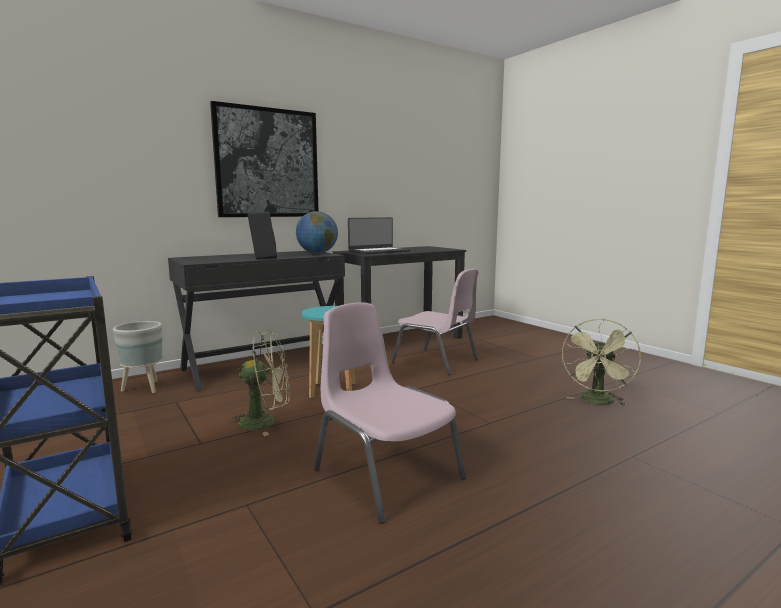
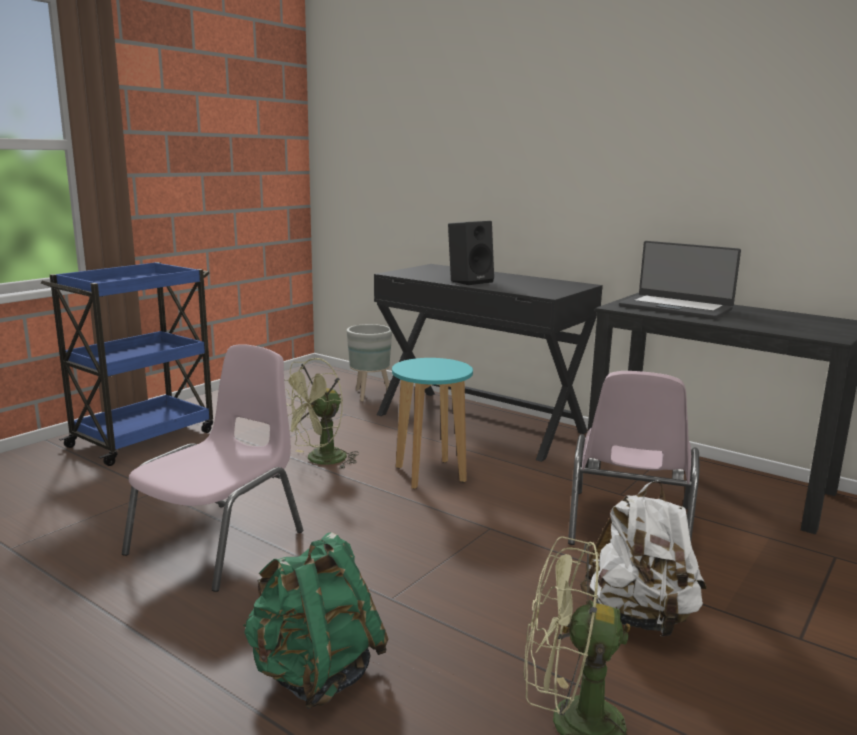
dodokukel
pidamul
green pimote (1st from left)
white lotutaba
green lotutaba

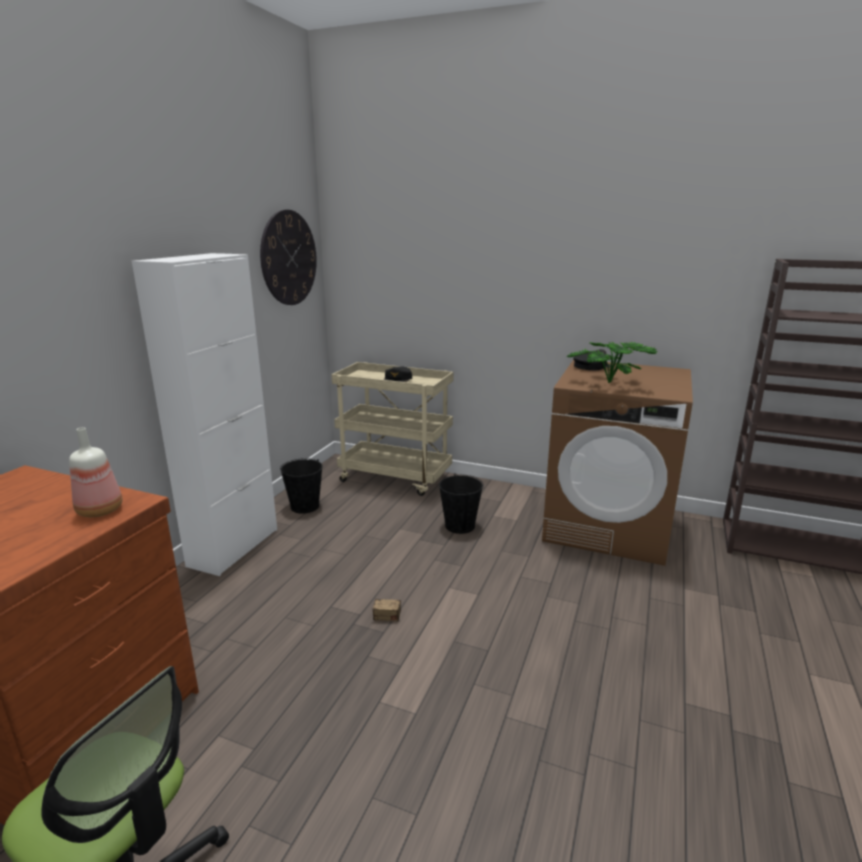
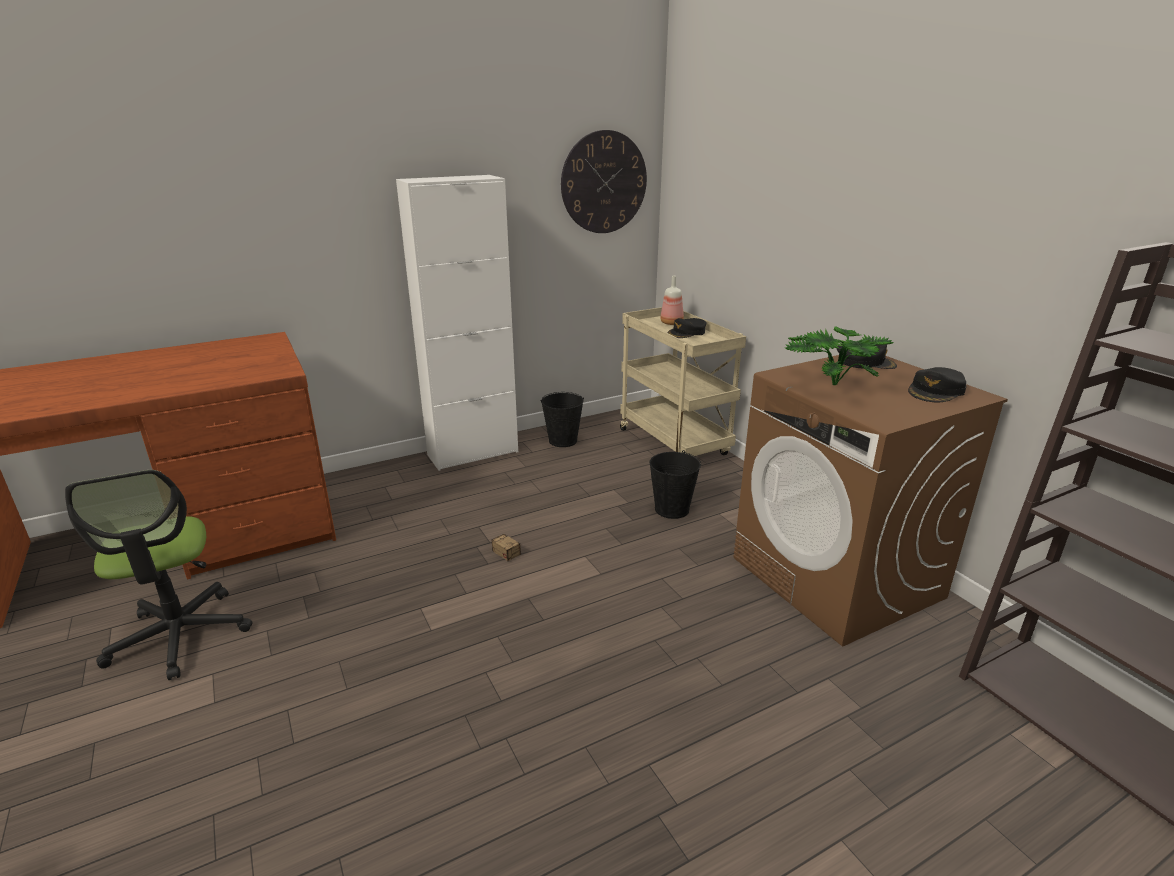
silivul
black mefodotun (3rd from left)

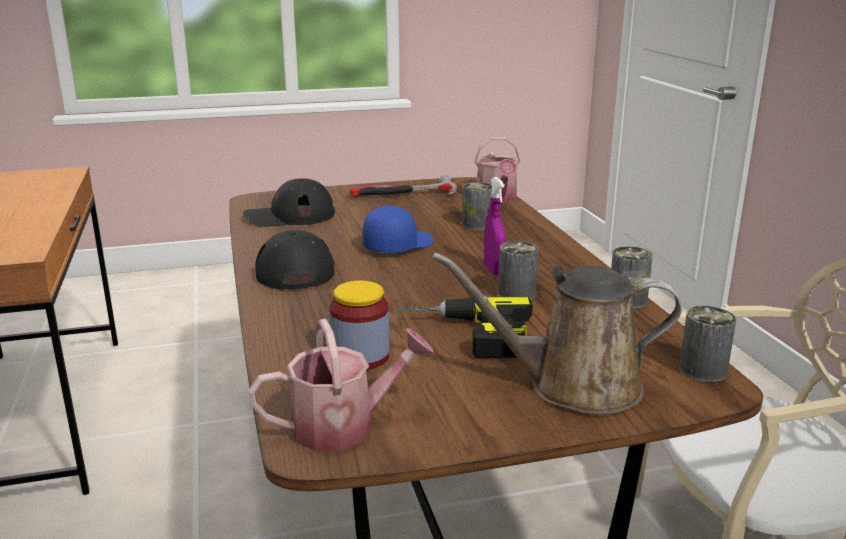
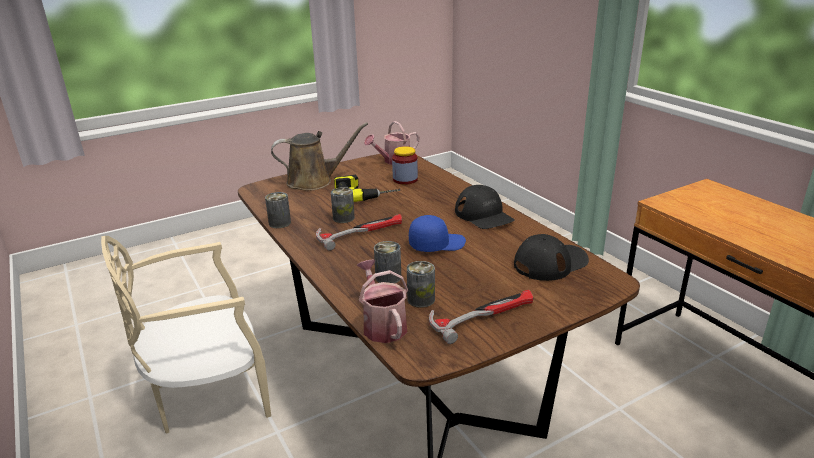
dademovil (1st from left)
blue mefodotun
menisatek (4th from left)

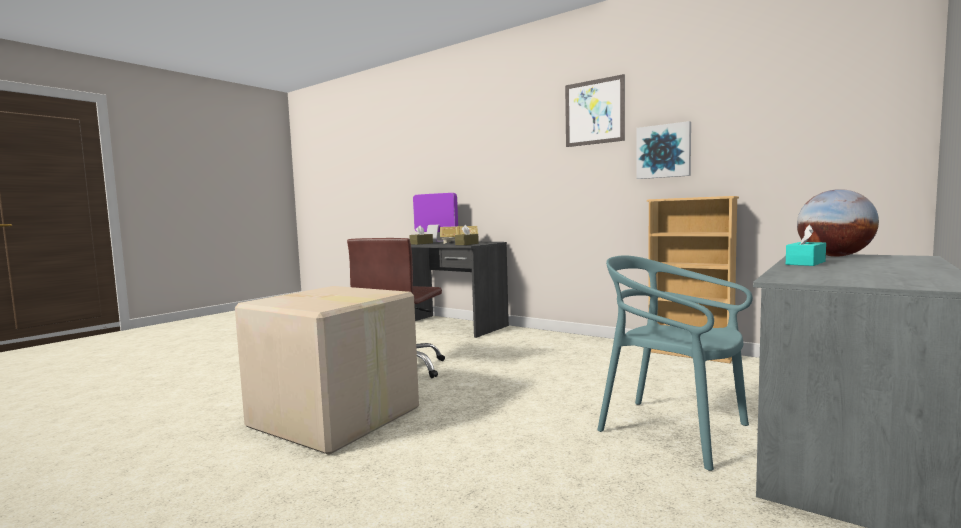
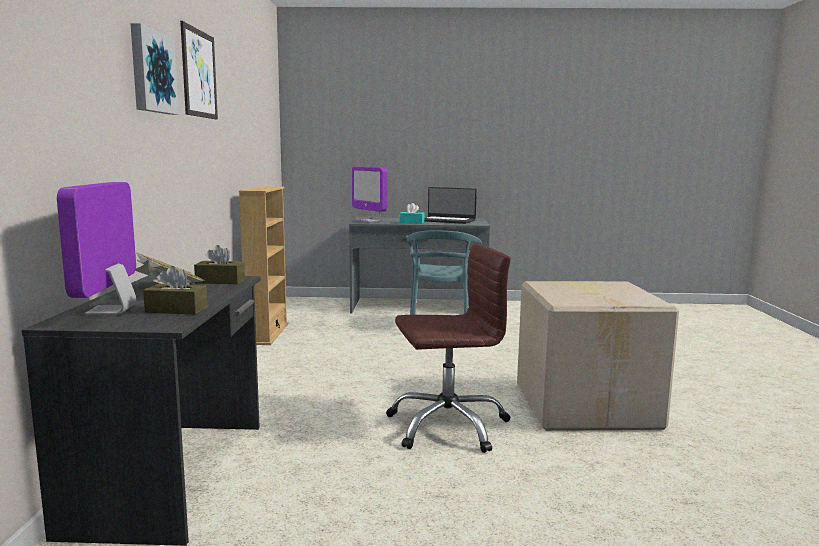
dodokukel (1st from left)
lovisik (2nd from left)
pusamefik

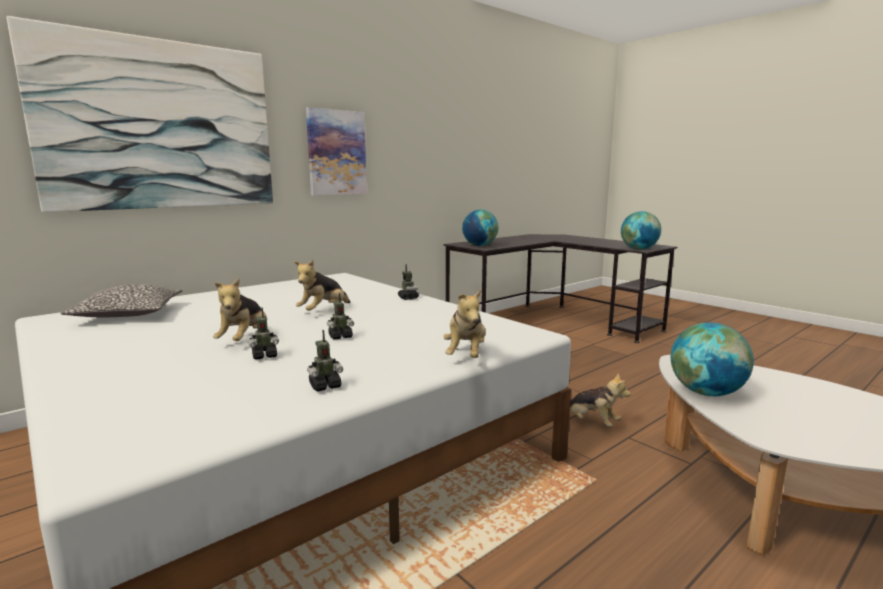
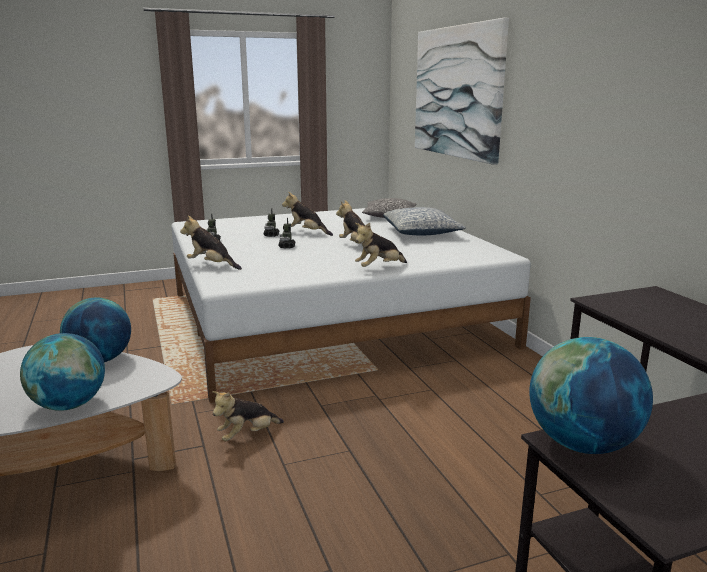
dodokukel (2nd from left in the first image)
pidamul (1st from left)
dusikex (5th from left)
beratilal (2nd from left)

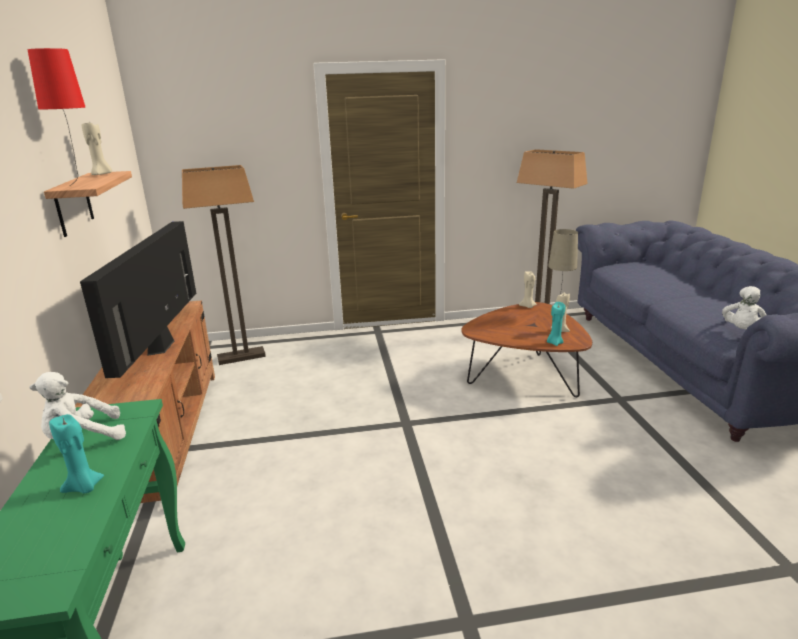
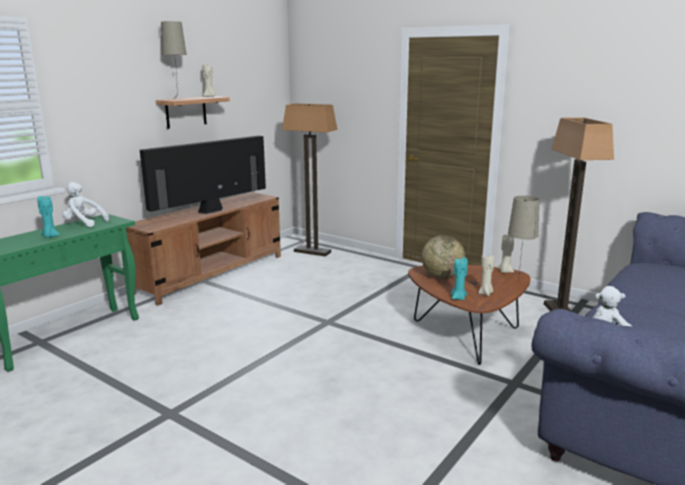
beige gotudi (1st from left)
pidamul

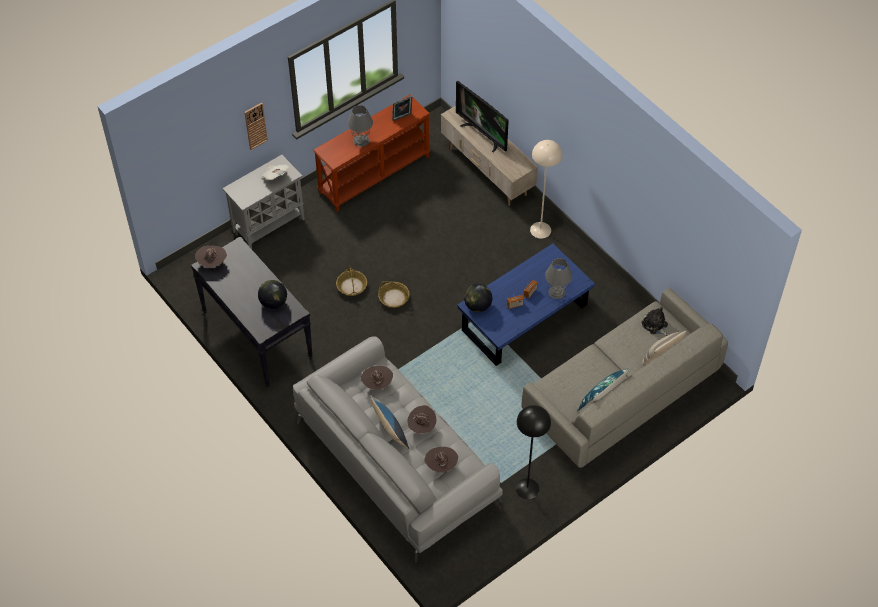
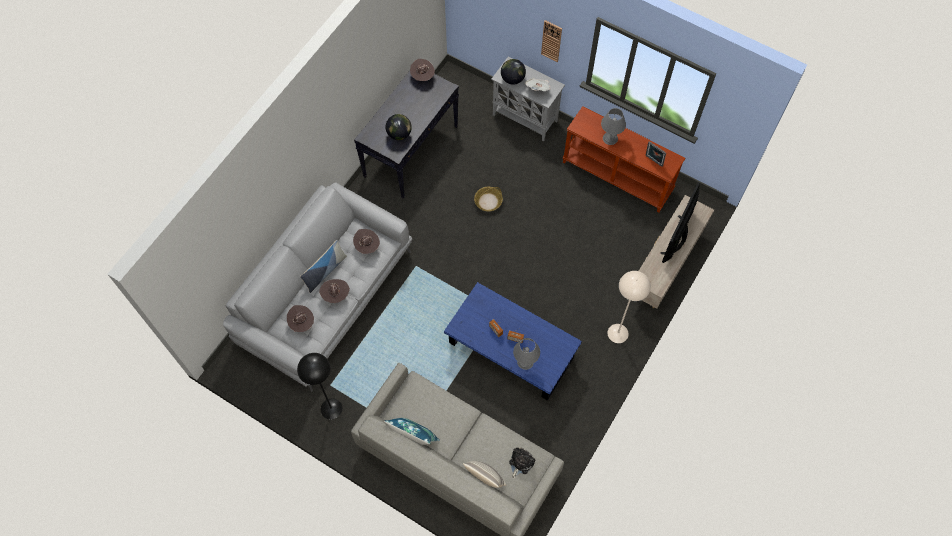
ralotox (2nd from left in the first image)
pidamul (2nd from left)

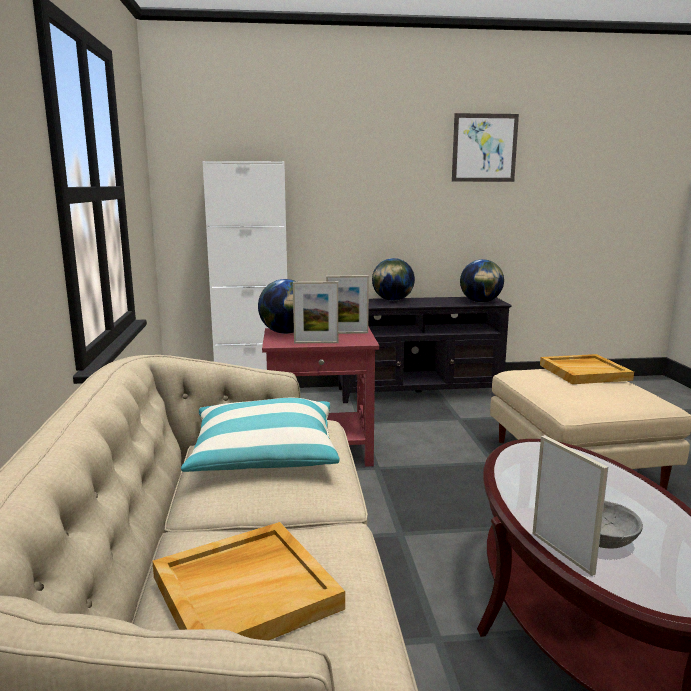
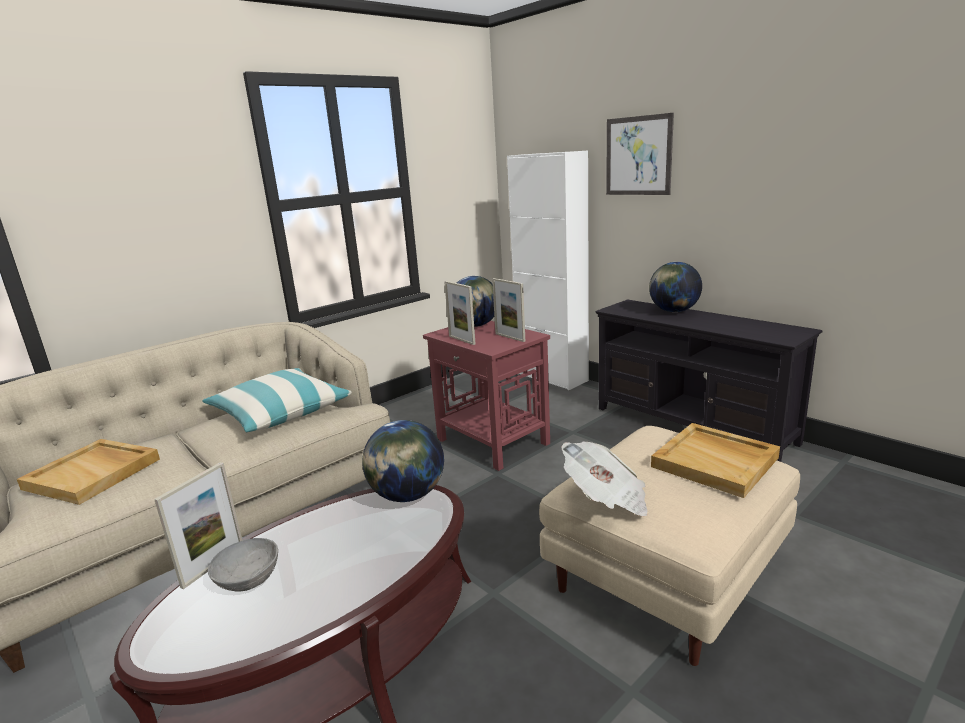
dodokukel
pidamul (1st from left)
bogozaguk

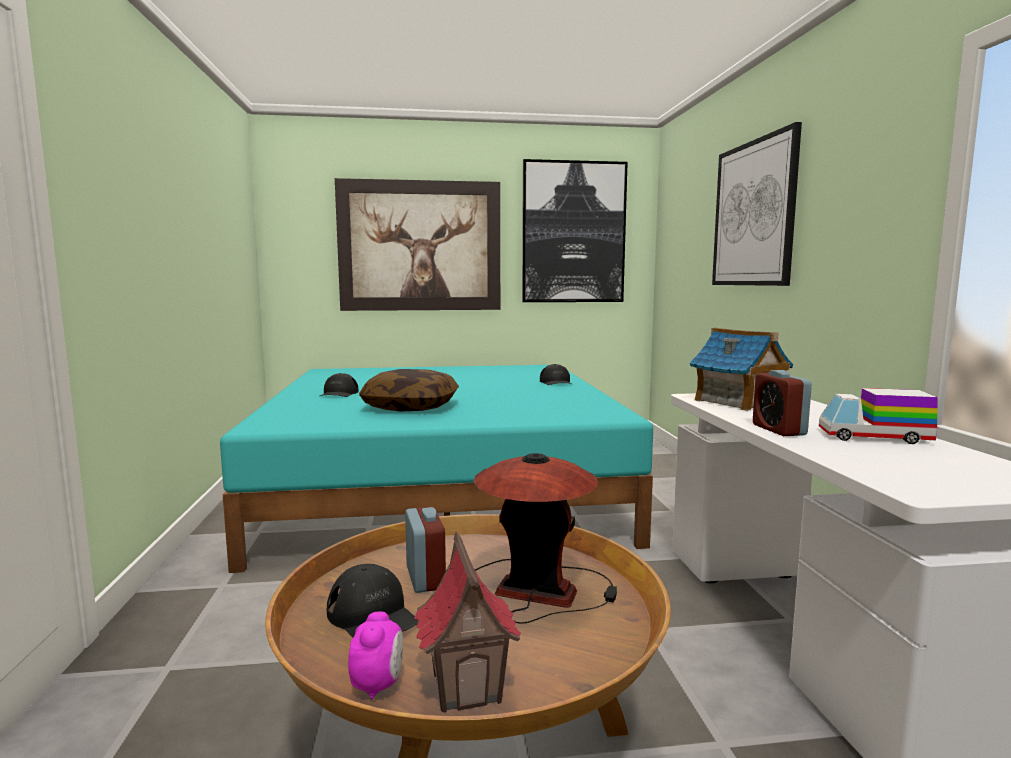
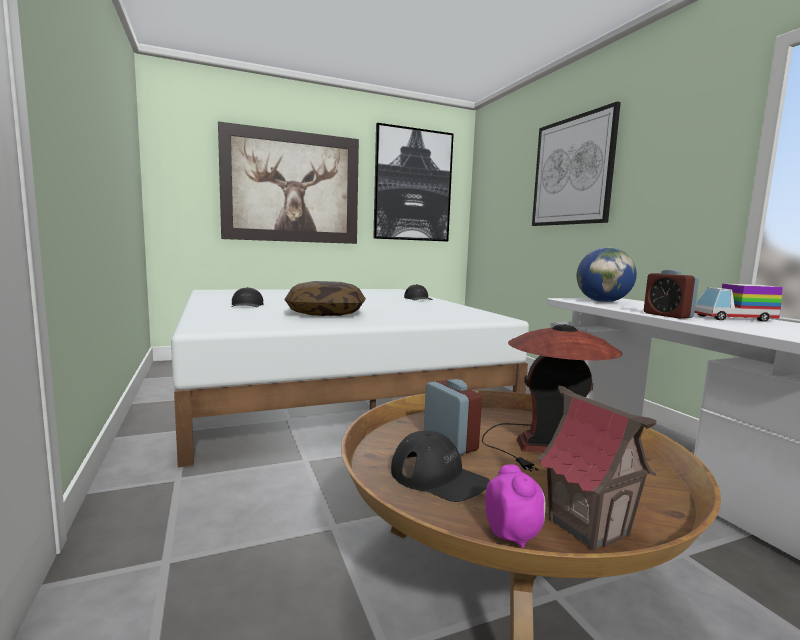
pidamul
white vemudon

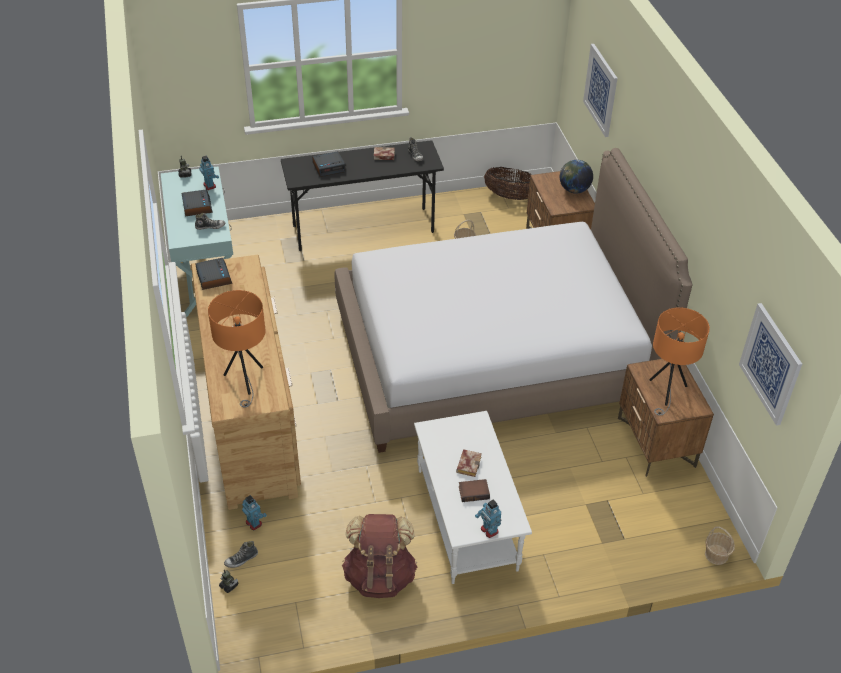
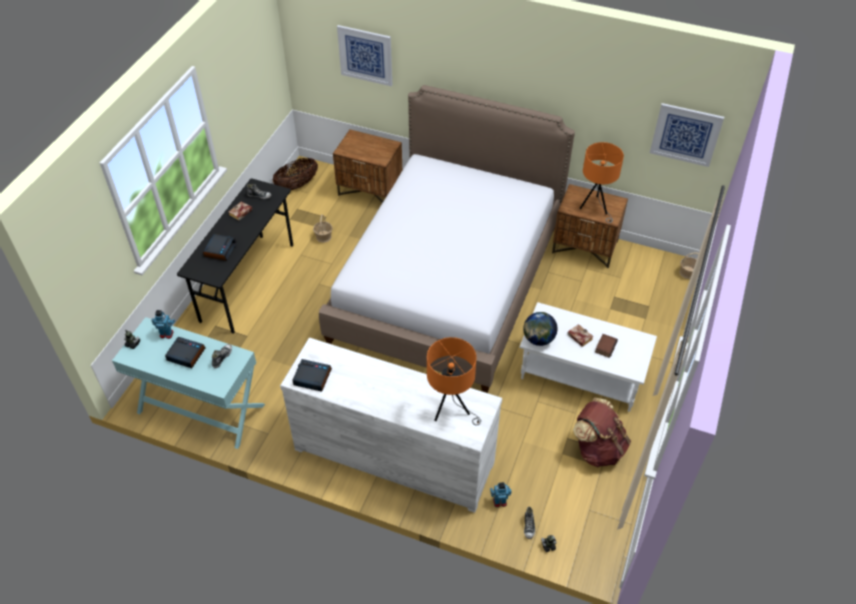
pidamul
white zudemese
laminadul (5th from left in the first image)

